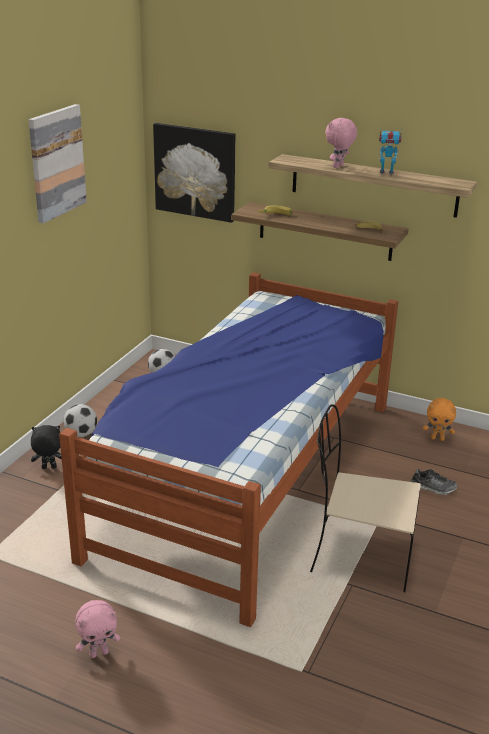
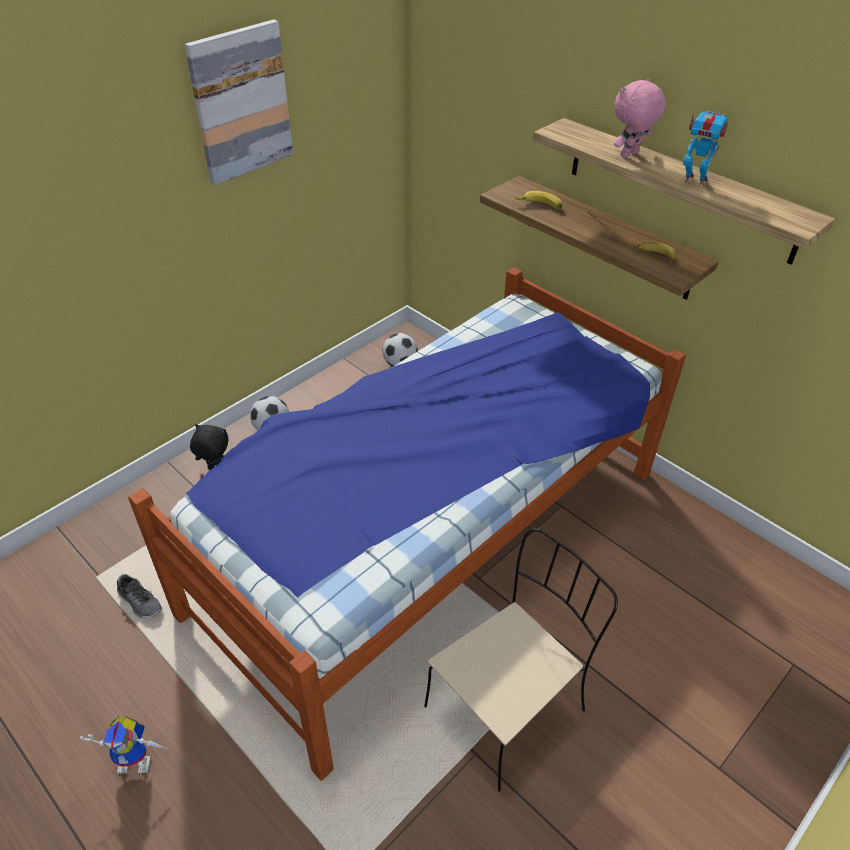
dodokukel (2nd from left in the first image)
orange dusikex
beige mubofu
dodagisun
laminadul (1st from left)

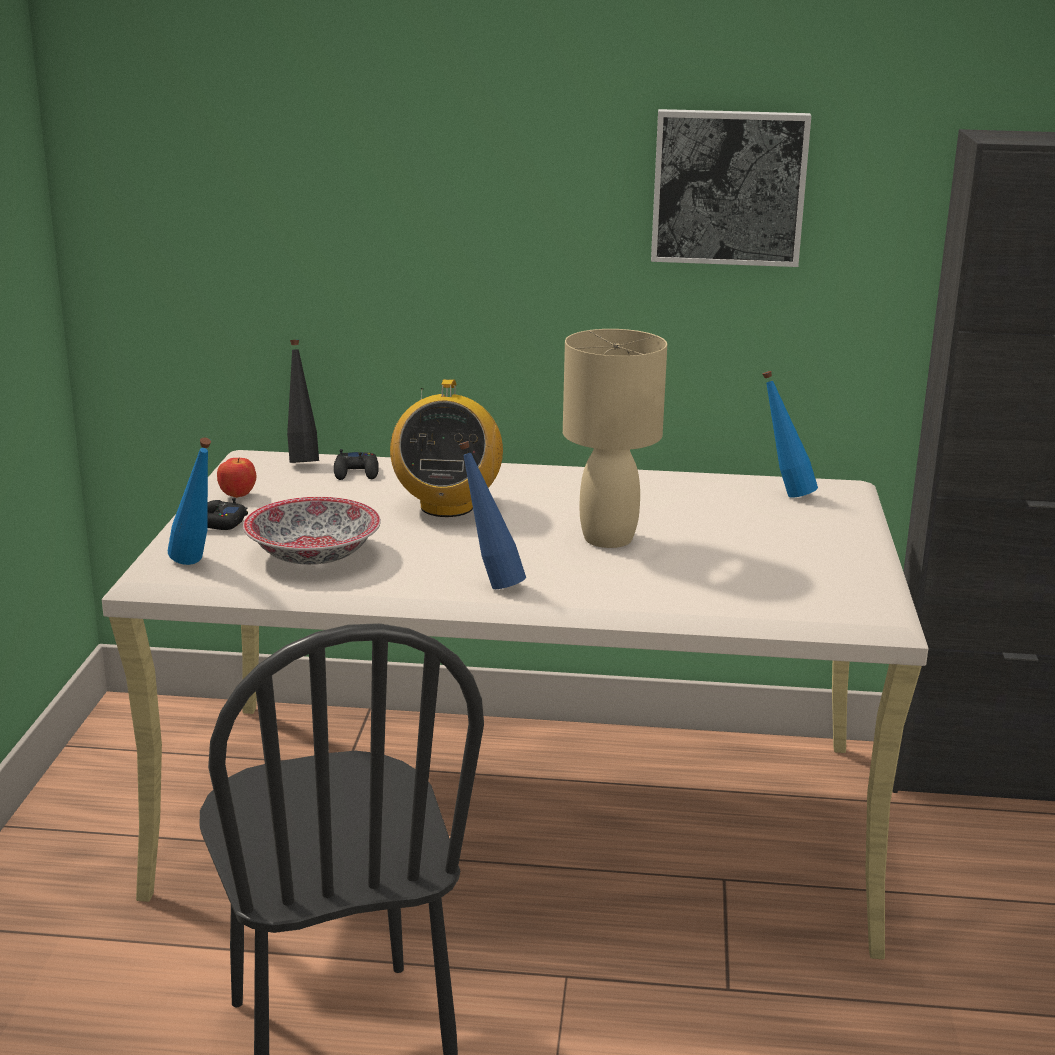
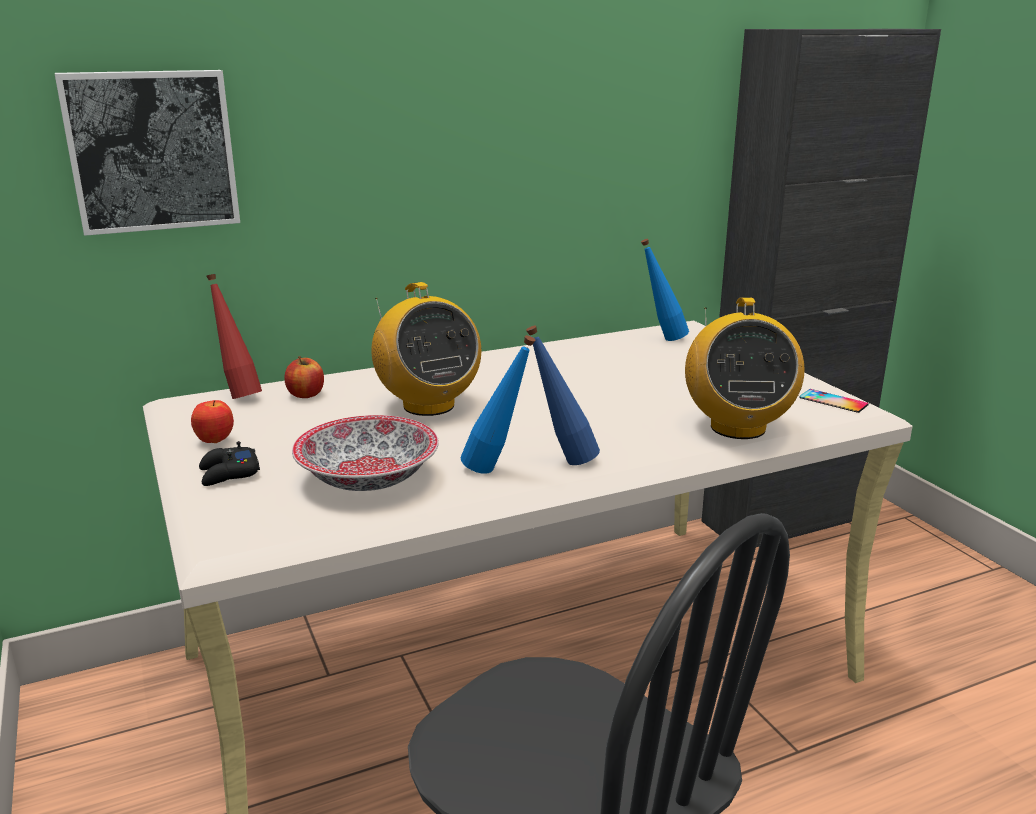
dodokukel
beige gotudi
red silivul
blue silivul (1st from left)
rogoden (2nd from left)
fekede (2nd from left)
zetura

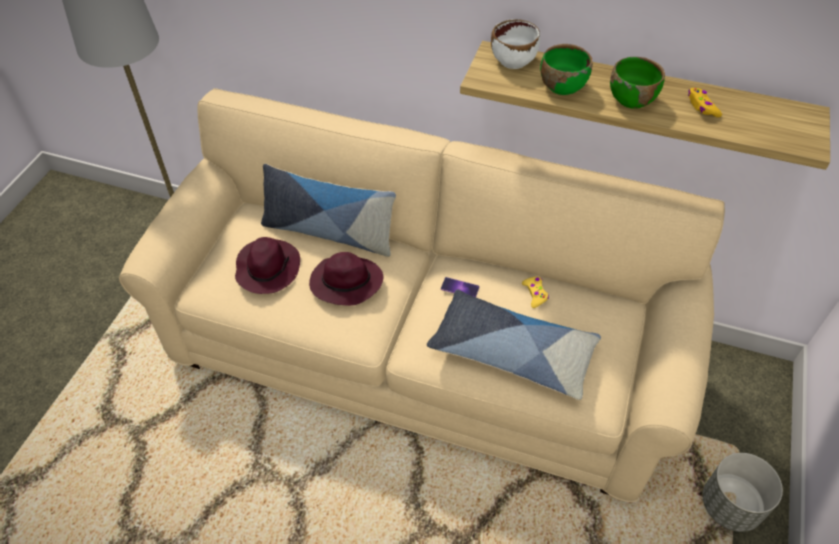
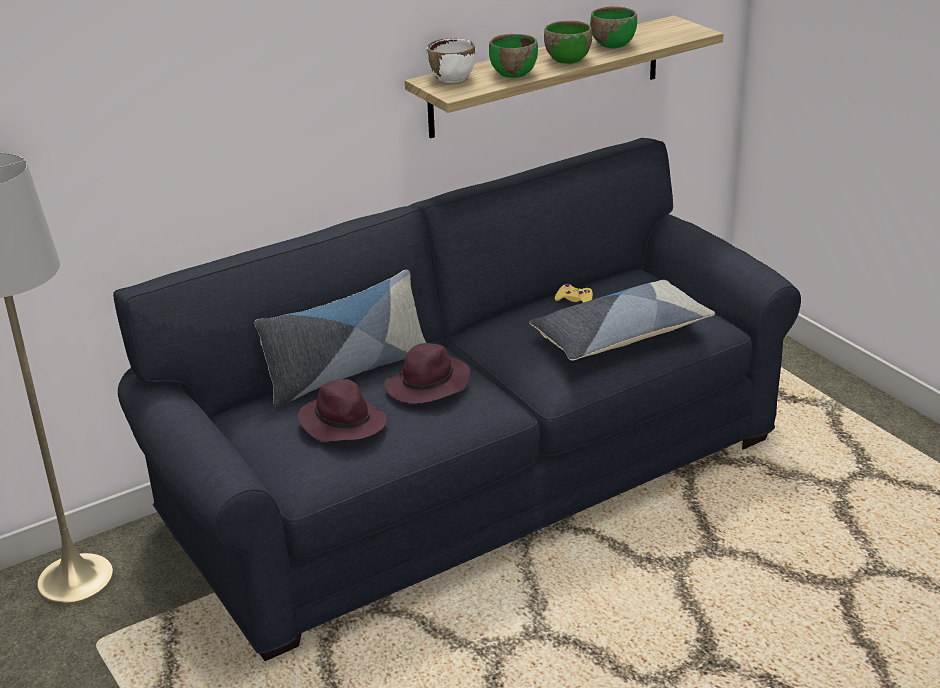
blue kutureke
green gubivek (3rd from left)
zetura
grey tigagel

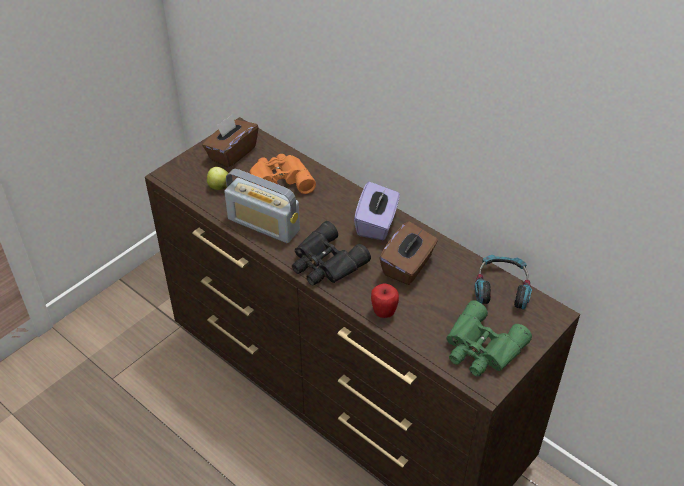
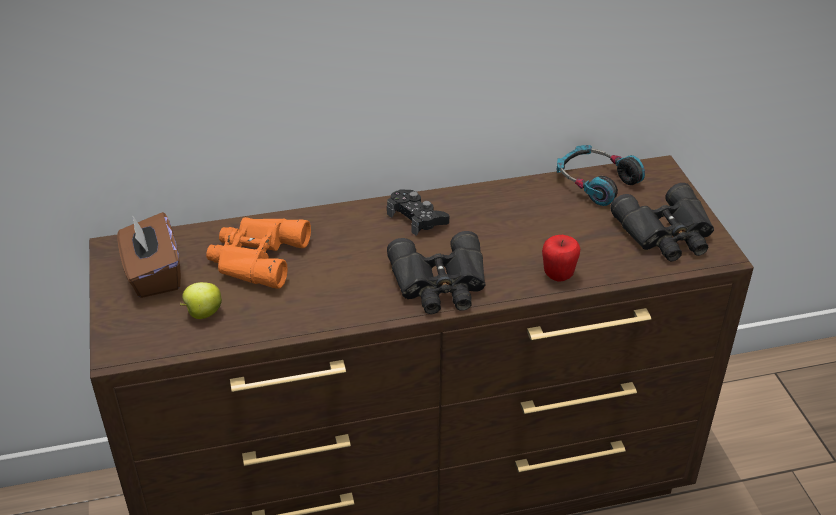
fekede
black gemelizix
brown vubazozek (2nd from left in the first image)
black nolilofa (2nd from left)

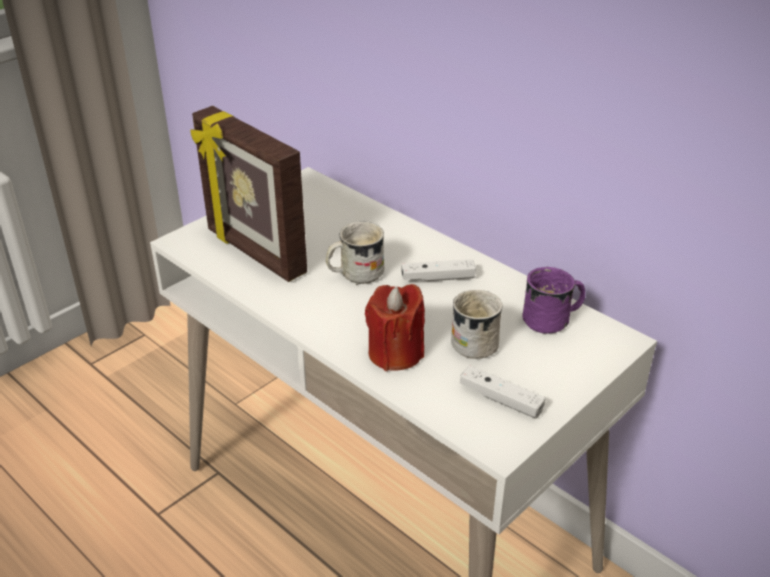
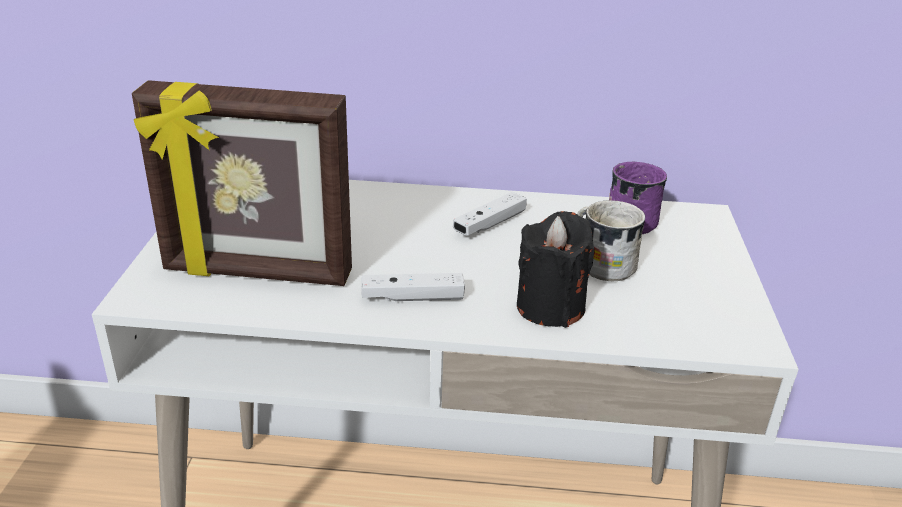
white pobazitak (1st from left in the first image)
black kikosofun
white gemelizix (1st from left)

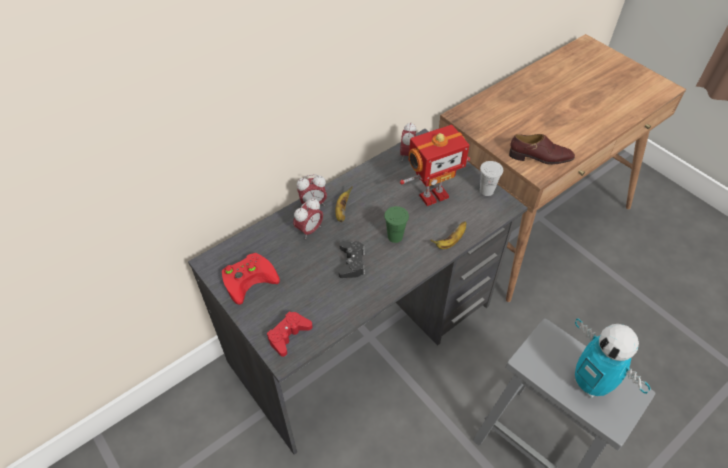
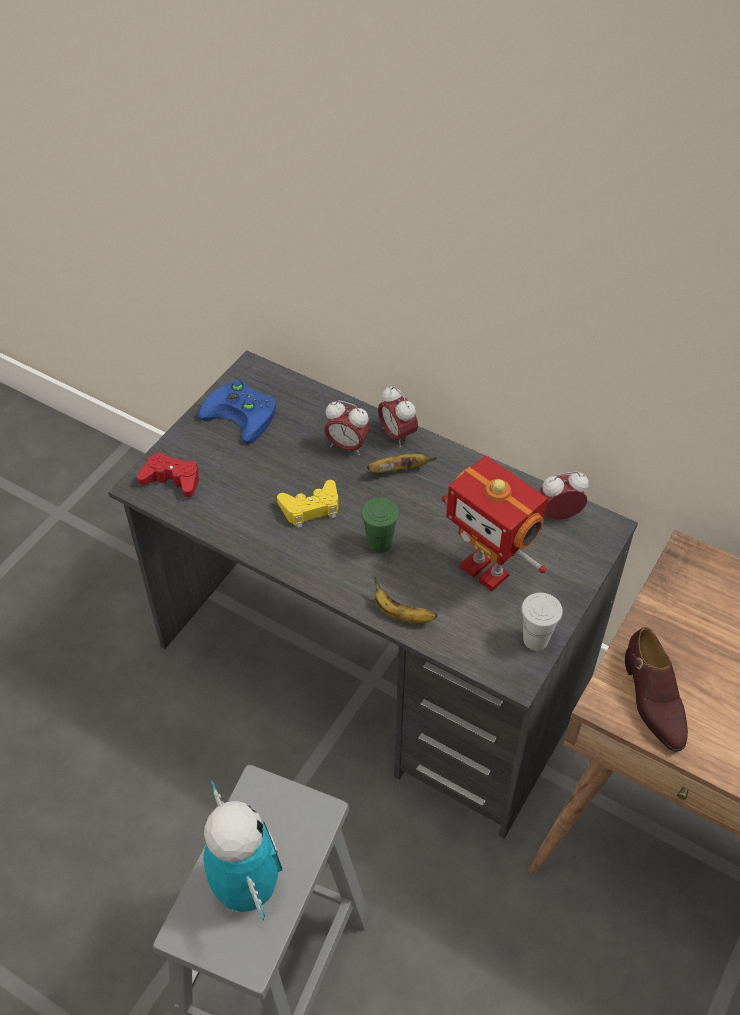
yellow gemelizix
blue gemelizix
laminadul (1st from left)

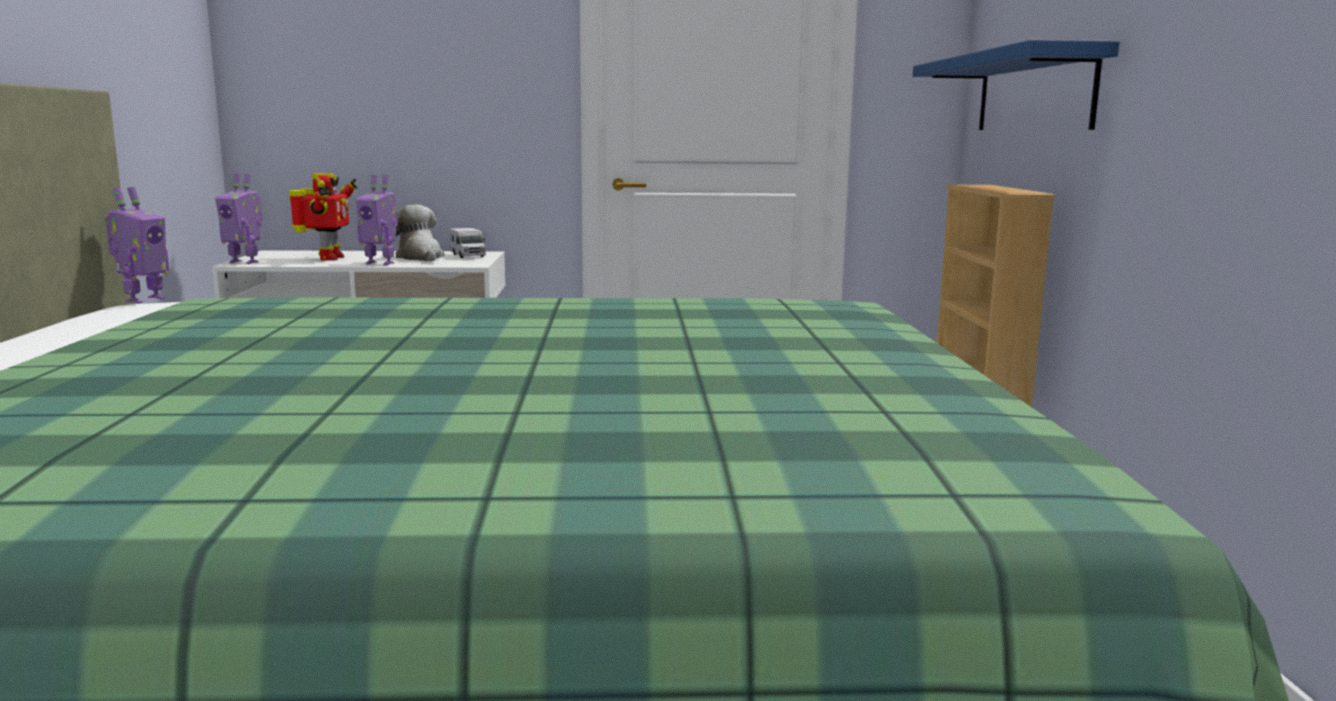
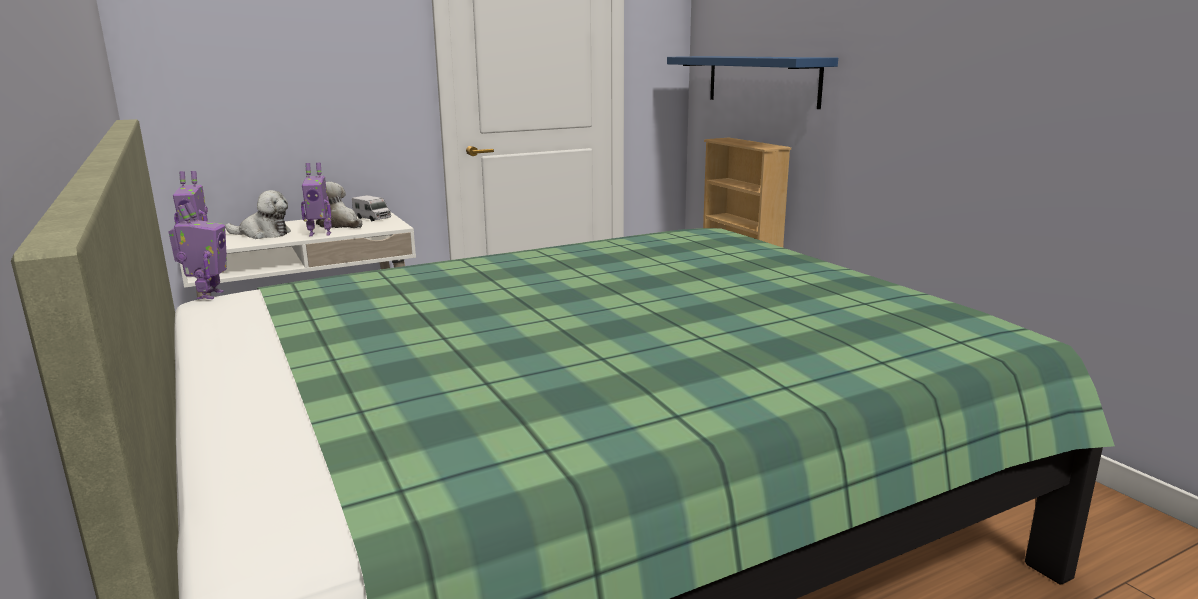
dusikex (1st from left)

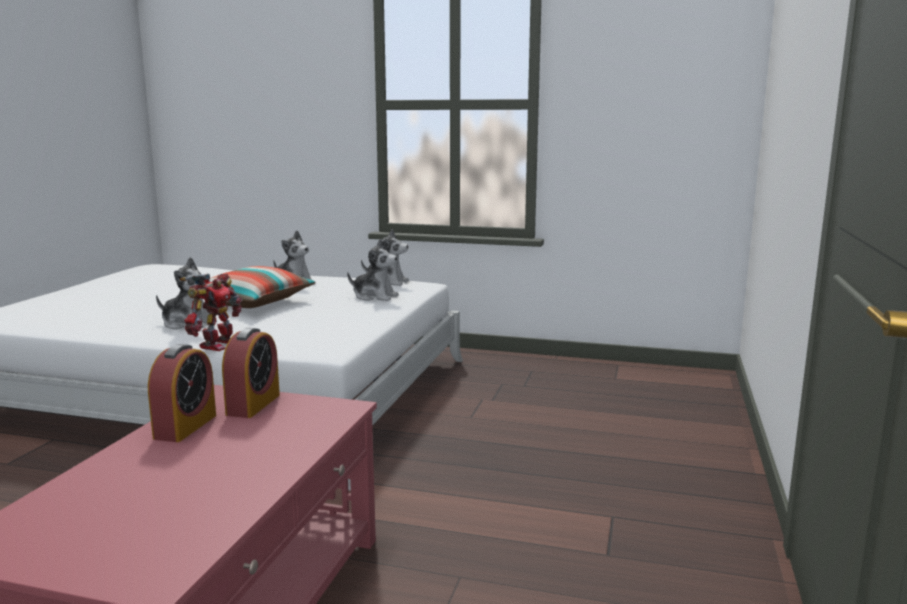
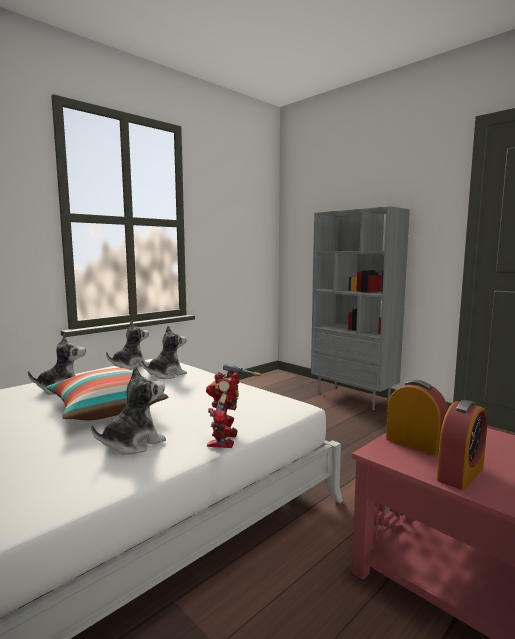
laminadul
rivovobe (2nd from left)
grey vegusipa

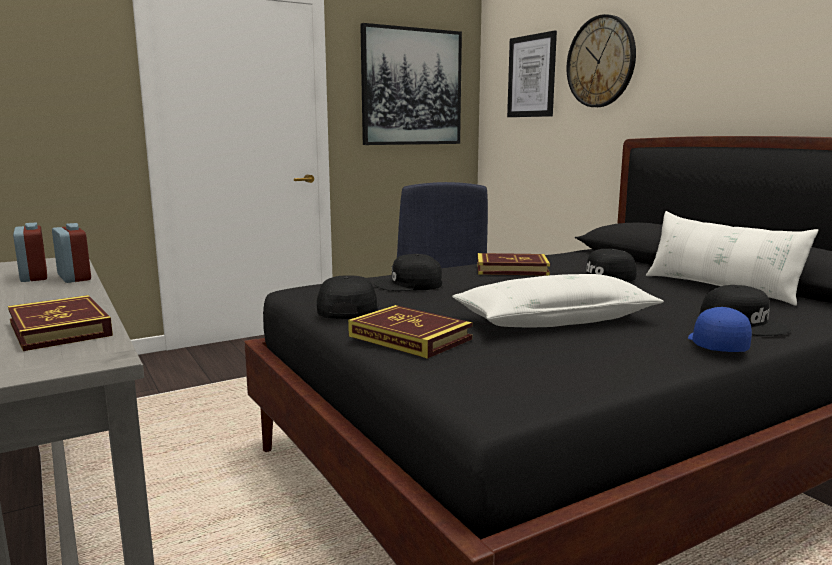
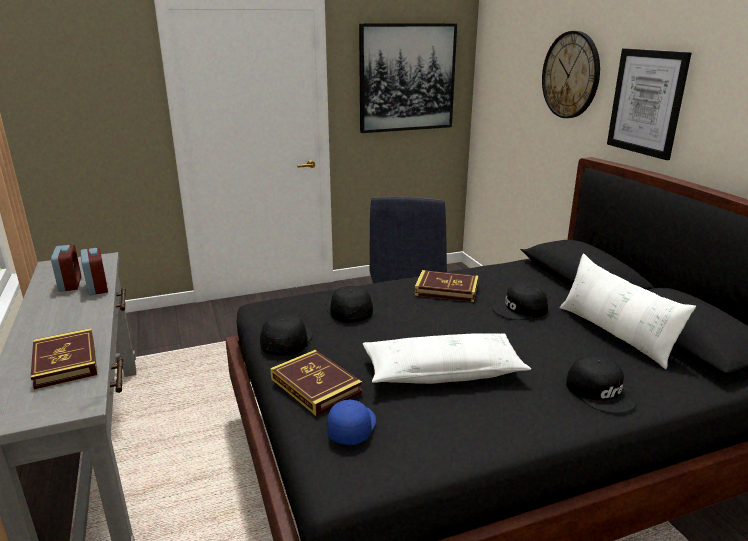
dodokukel (2nd from left)
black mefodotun (2nd from left)
blue mefodotun

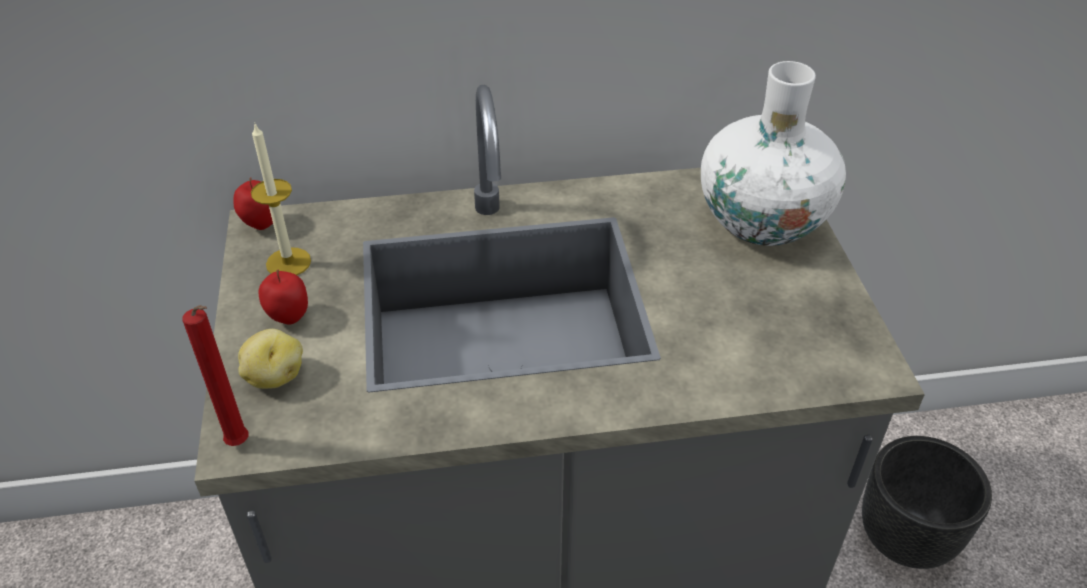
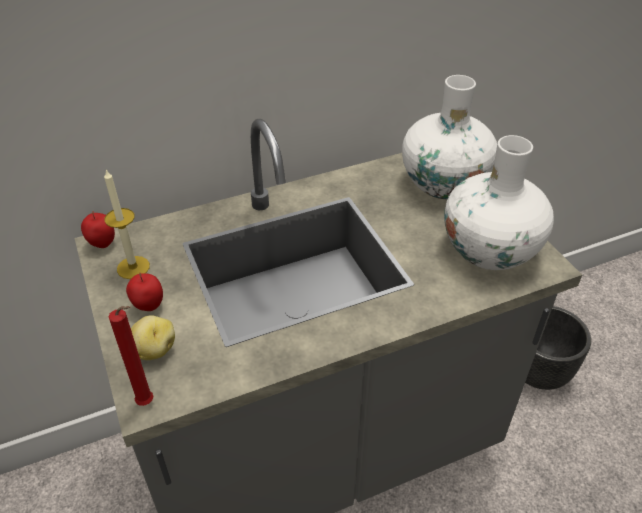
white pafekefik (2nd from left)

